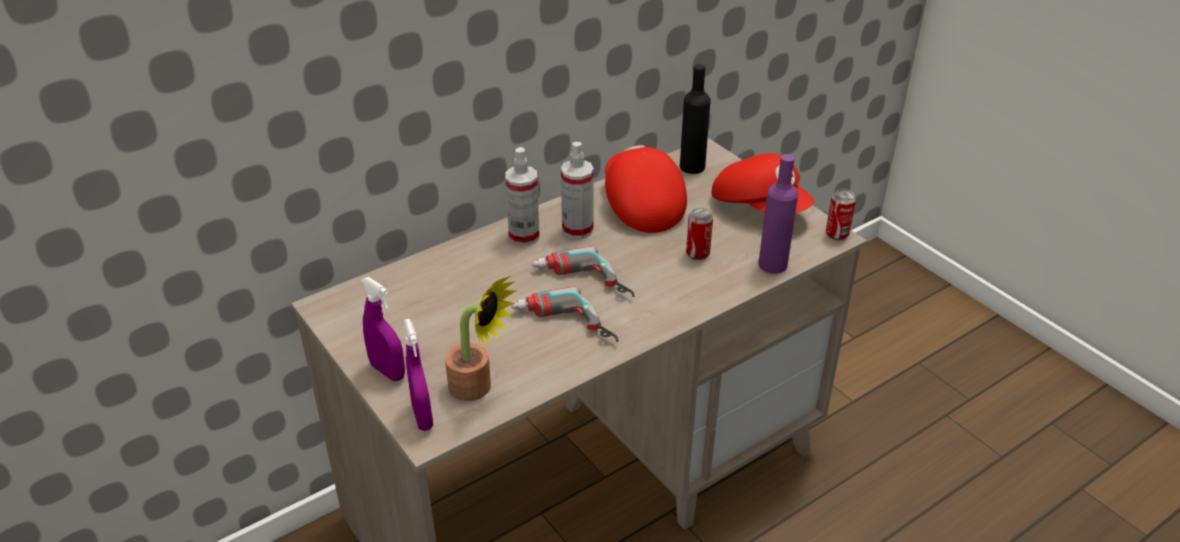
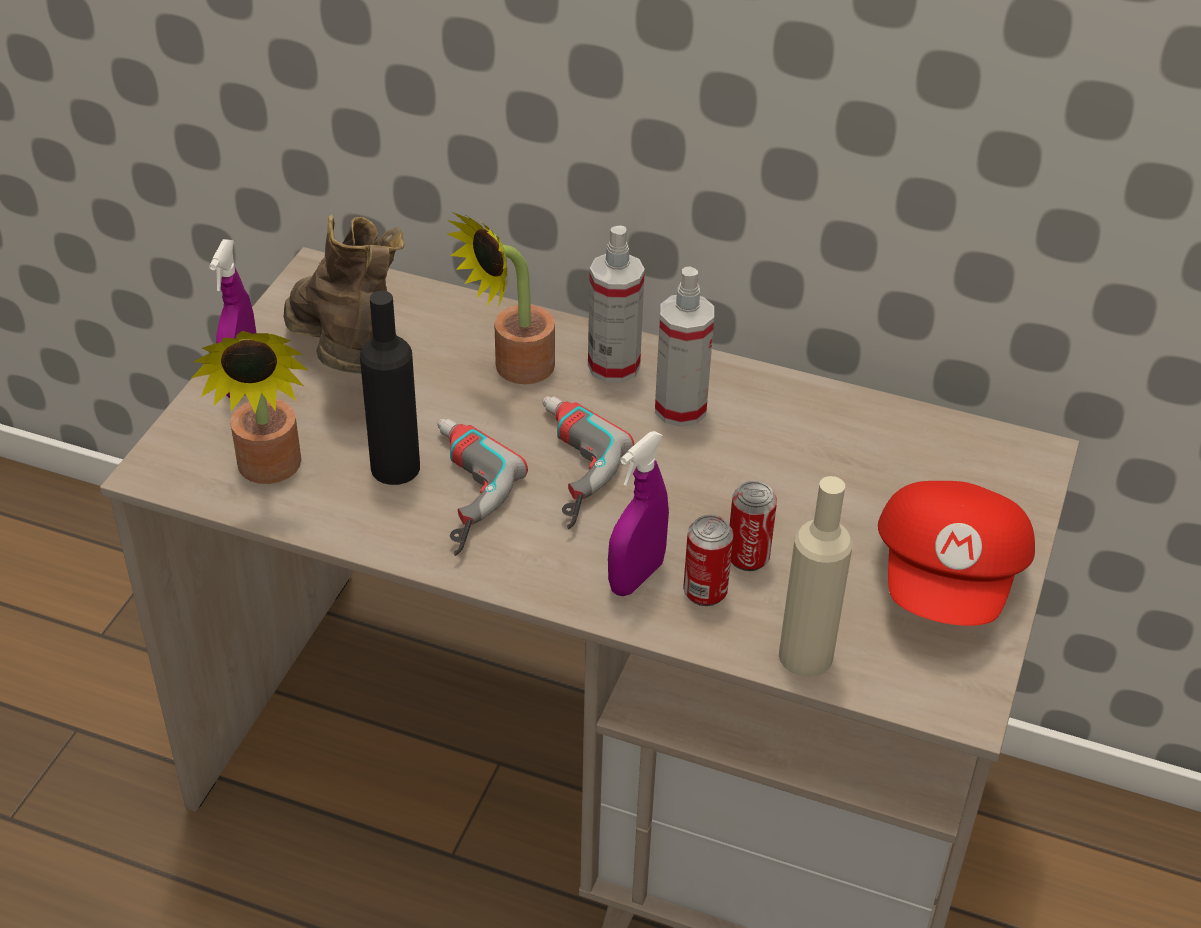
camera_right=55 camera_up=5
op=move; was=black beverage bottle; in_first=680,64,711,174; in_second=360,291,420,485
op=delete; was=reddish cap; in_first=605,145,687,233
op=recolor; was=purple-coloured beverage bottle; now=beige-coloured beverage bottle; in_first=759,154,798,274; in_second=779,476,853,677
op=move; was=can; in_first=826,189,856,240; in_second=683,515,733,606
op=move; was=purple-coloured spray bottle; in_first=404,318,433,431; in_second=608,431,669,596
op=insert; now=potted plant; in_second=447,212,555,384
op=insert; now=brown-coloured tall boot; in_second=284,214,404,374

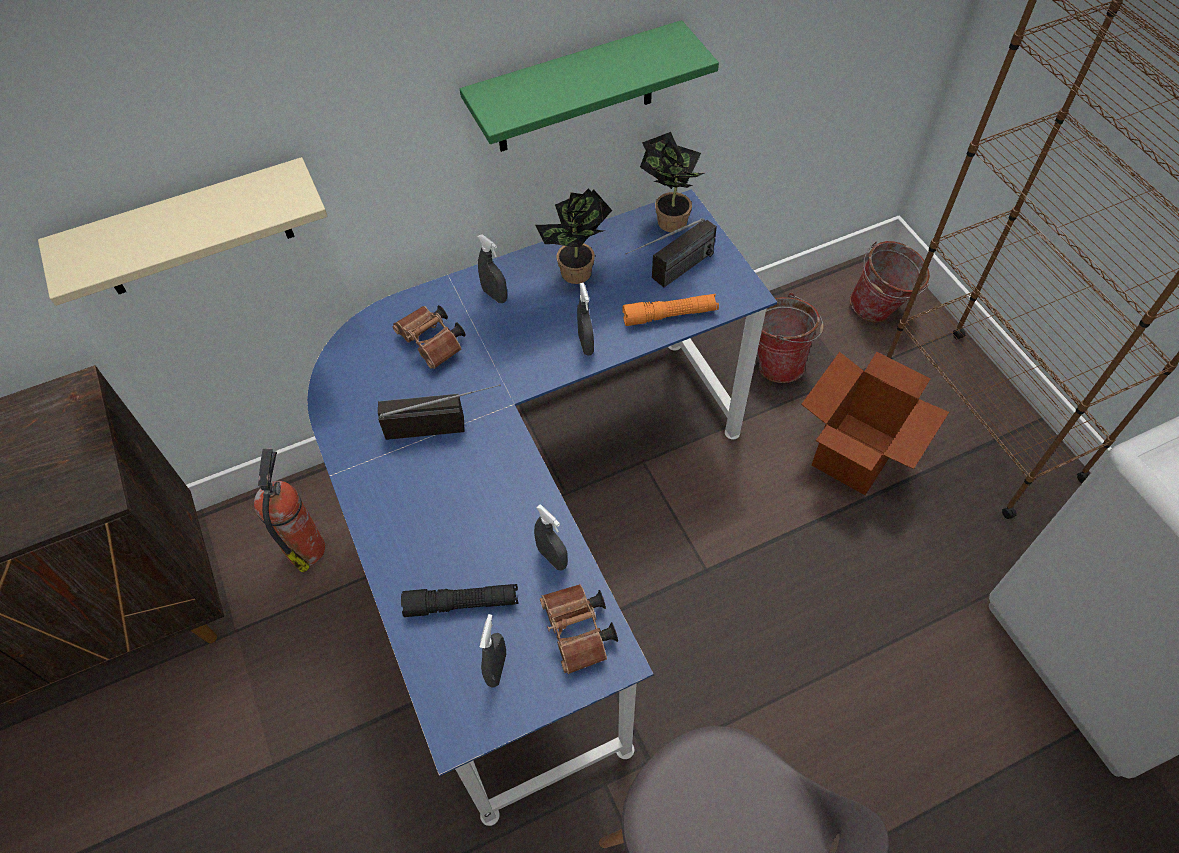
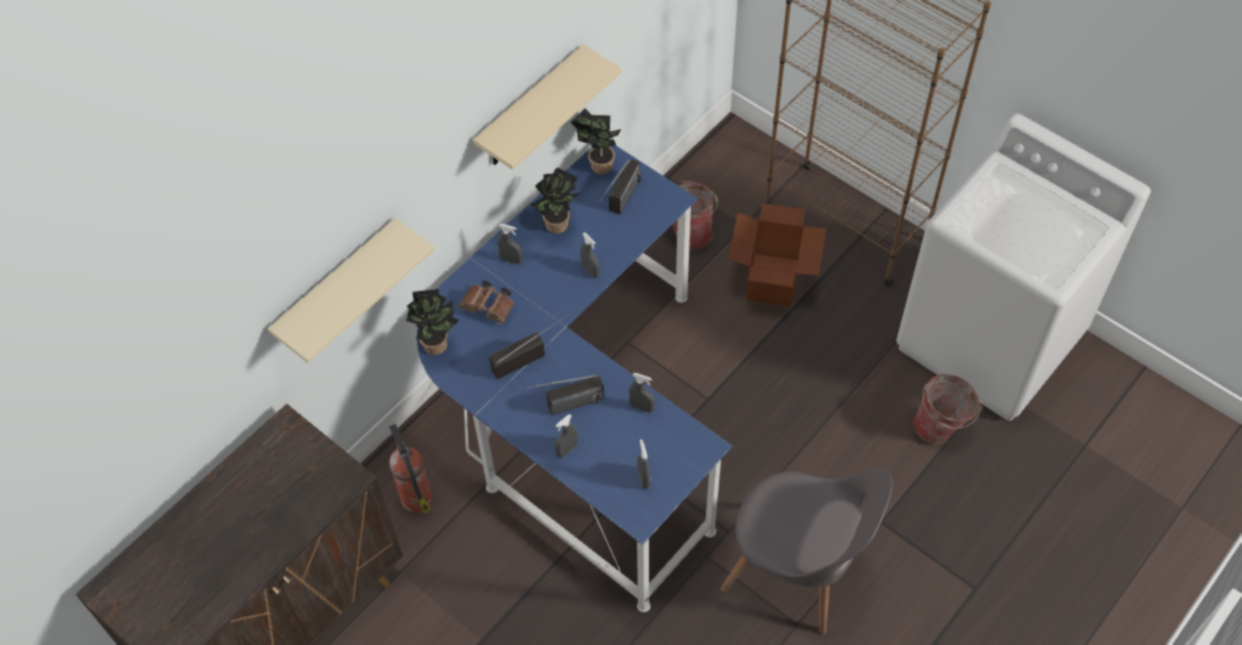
camera_right=-25 camera_up=0
op=recolor; was=green-coloured bracket shelf; now=beige-coloured bracket shelf; in_first=460,20,719,152; in_second=473,44,622,170
op=move; was=water bucket; in_first=850,241,930,323; in_second=913,374,982,444
op=delete; was=orangey torch; in_first=622,294,719,326
op=delete; was=black torch; in_first=401,584,519,617
op=delete; was=brown-coloured pair of binoculars; in_first=540,584,618,674
op=insert; now=potted plant; in_second=406,289,459,355
op=insert; now=radio set; in_second=516,374,604,416
op=insert; now=gray spray bottle; in_second=555,414,578,458

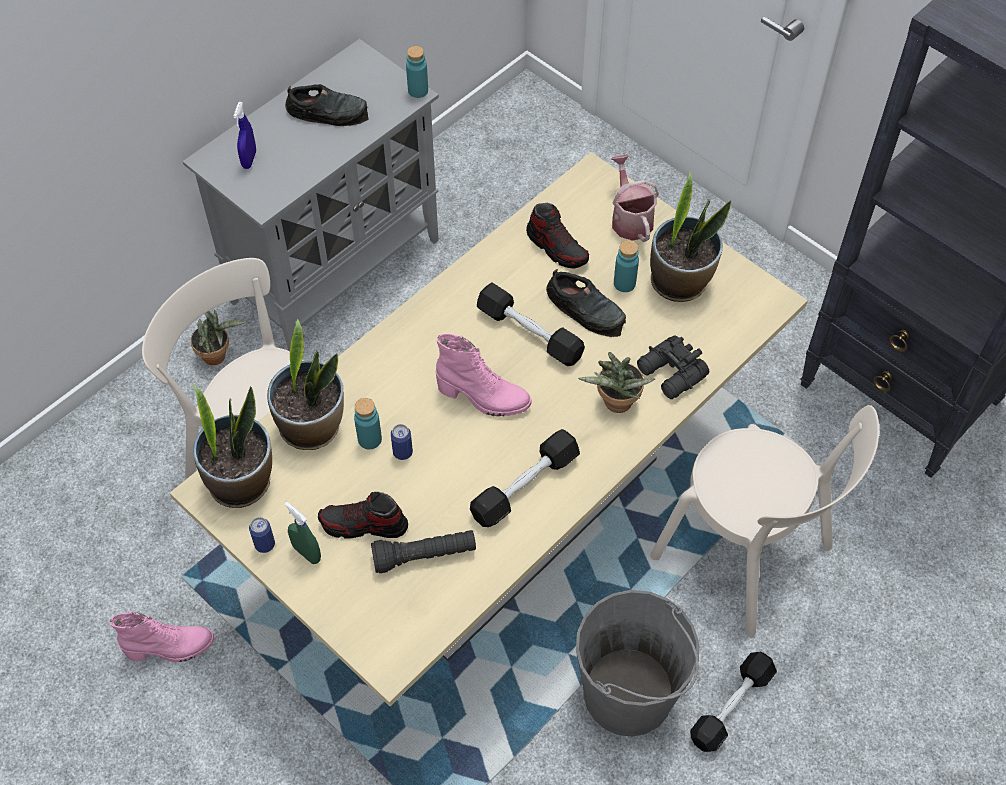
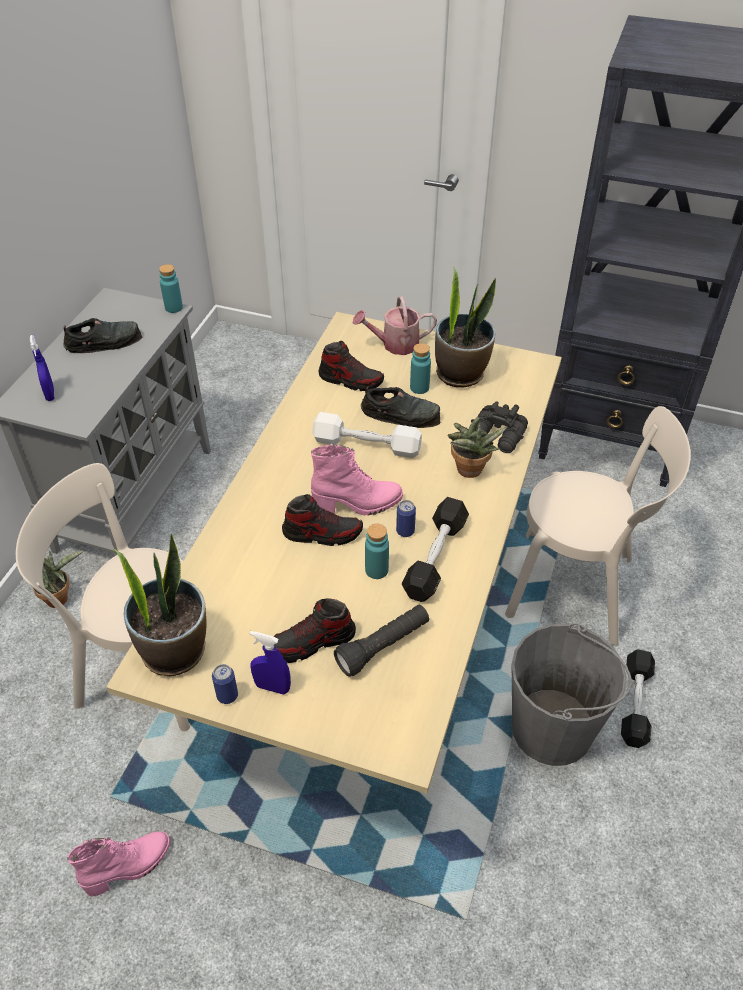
camera_right=-25 camera_up=-10
op=rotate; was=sprinkling can; in_first=611,154,659,242; in_second=353,296,437,355; clockwise=-60
op=recolor; was=black dumbbell; now=whitish dumbbell; in_first=477,283,585,366; in_second=312,412,422,458
op=delete; was=potted plant; in_first=267,319,344,450
op=move; was=turquoise beverage bottle; in_first=354,398,382,450; in_second=365,524,389,579
op=move; was=can; in_first=391,424,413,460; in_second=396,500,416,537
op=recolor; was=green-coloured spray bottle; now=blue-coloured spray bottle; in_first=284,502,321,564; in_second=249,631,291,695
op=insert; now=item of footwear; in_second=282,494,363,546

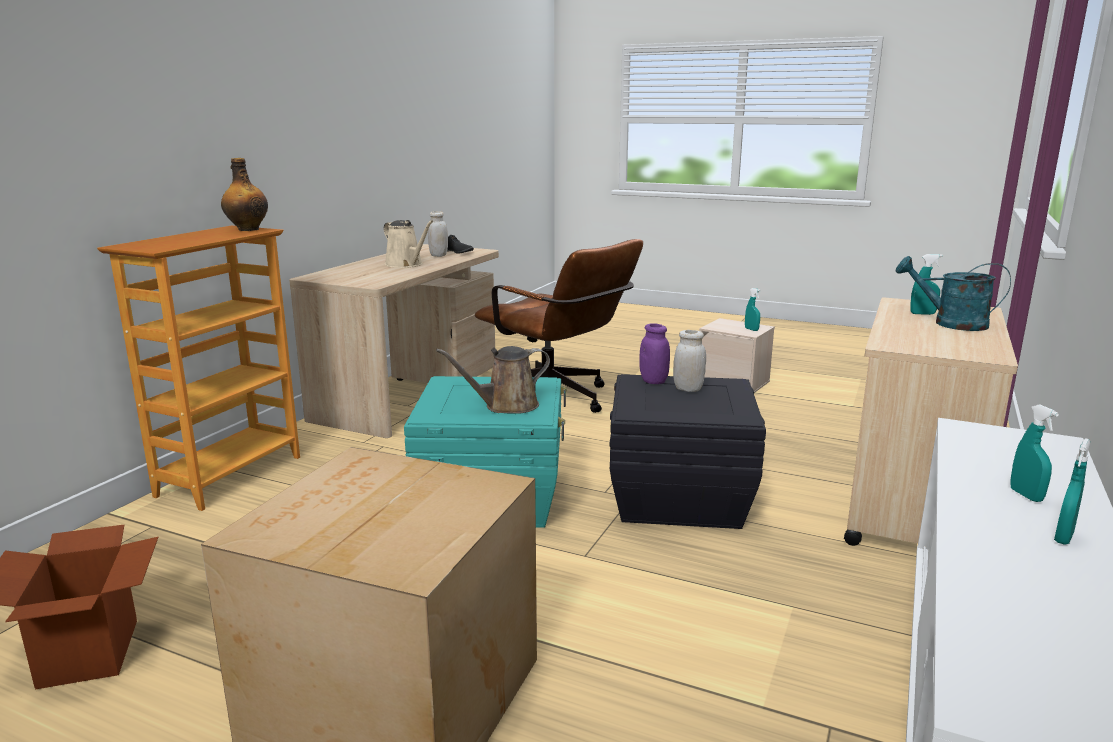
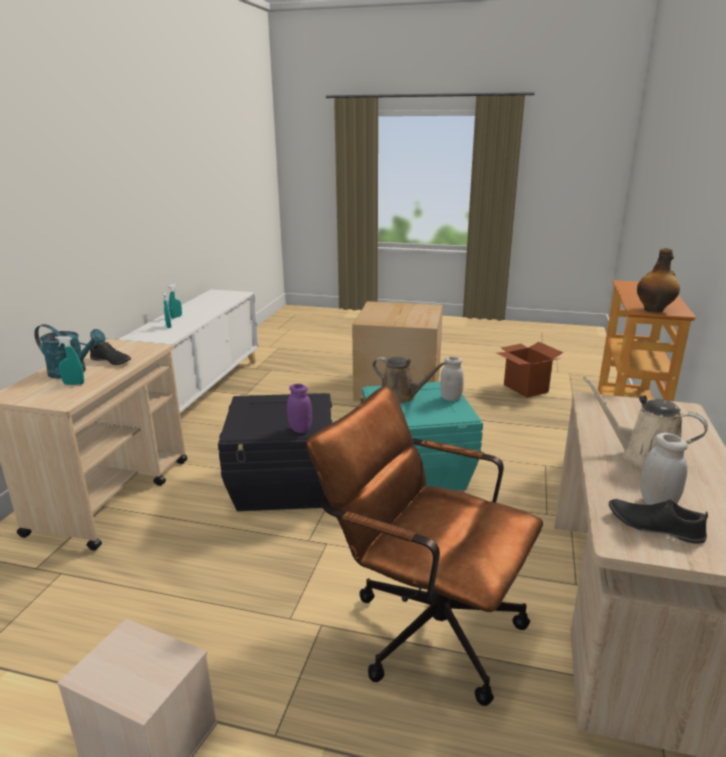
camera_right=170 camera_up=5
op=delete; was=turquoise spray bottle; in_first=745,288,761,331
op=move; was=whitish preserve jar; in_first=673,330,706,392; in_second=440,356,464,401
op=rotate; was=brown-coloured sprinkling can; in_first=436,346,550,414; in_second=373,357,447,403; clockwise=60
op=insert; now=black item of footwear; in_second=90,342,131,365

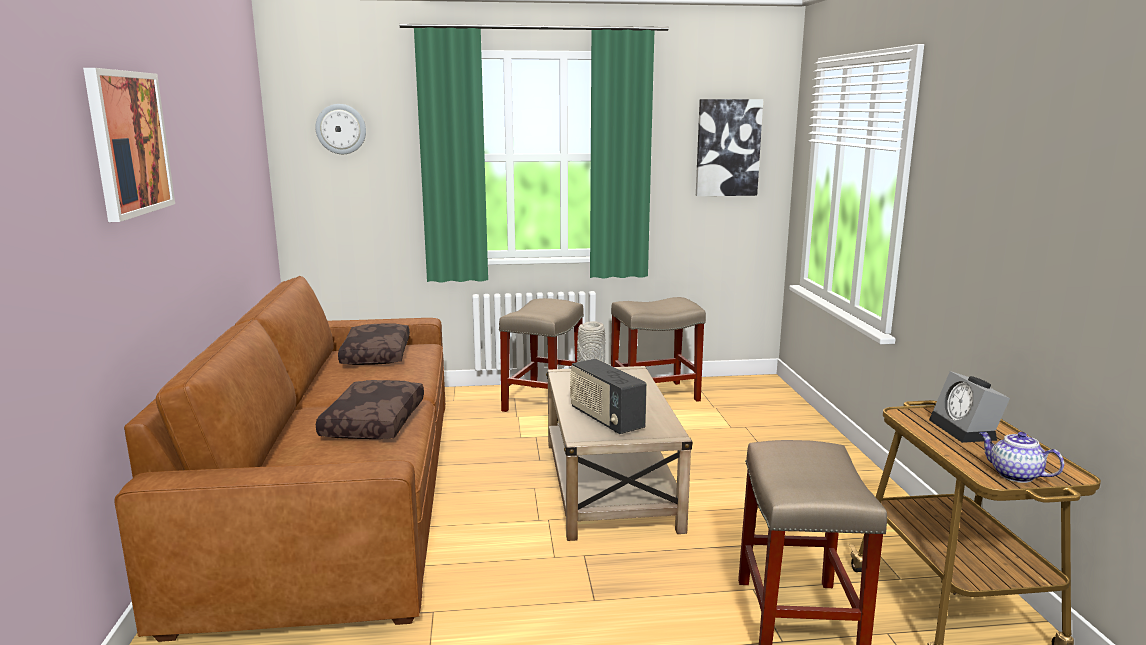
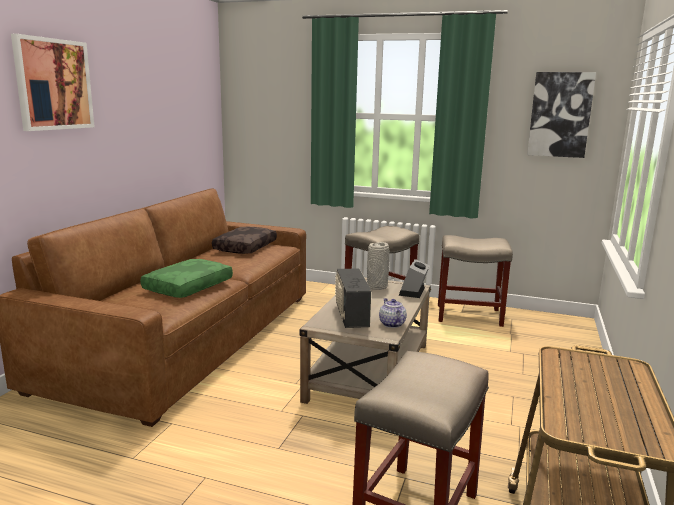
camera_right=25 camera_up=0
op=delete; was=wall clock; in_first=315,104,366,154
op=move; was=alarm clock; in_first=929,371,1010,443; in_second=399,259,430,298
op=recolor; was=brown-coloured throw pillow; now=green-coloured throw pillow; in_first=316,380,424,439; in_second=140,259,233,298
op=move; was=tea pot; in_first=979,432,1064,483; in_second=379,298,407,328

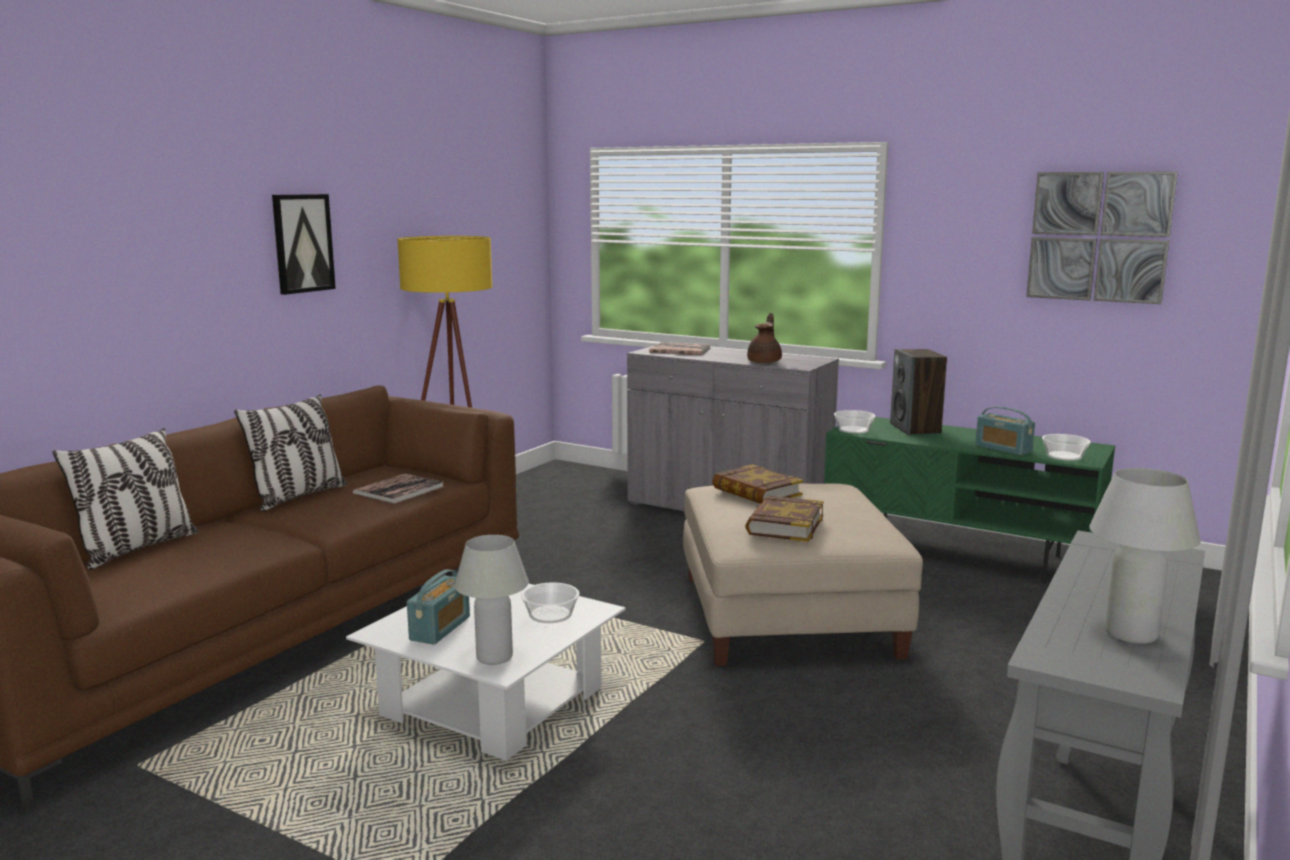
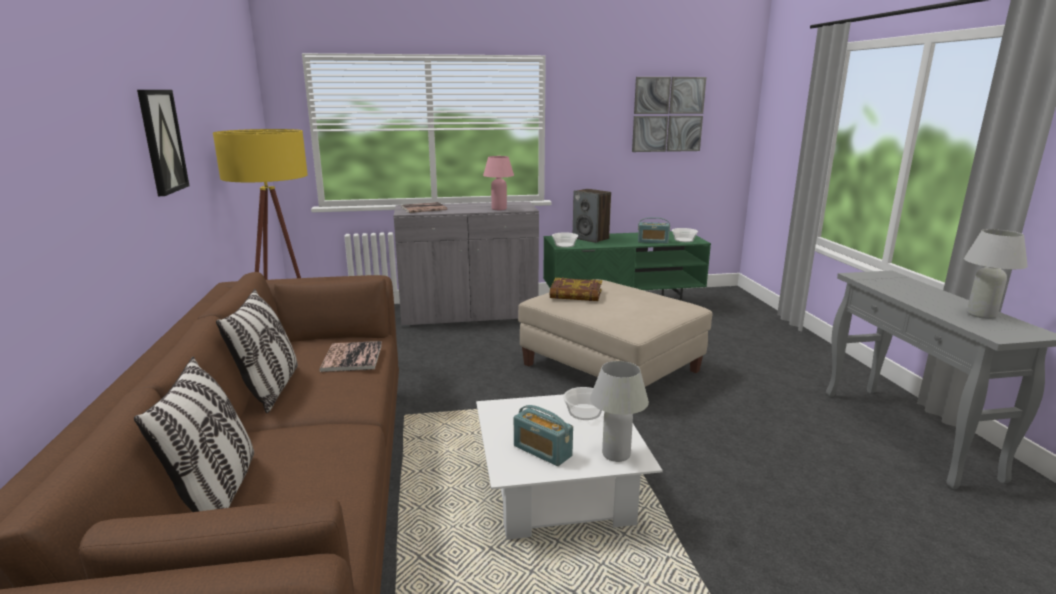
camera_right=-40 camera_up=5
op=replace; was=brown-coloured tea pot; now=pinkish table lamp; in_first=747,313,782,363; in_second=483,156,514,210
op=delete; was=bound book; in_first=745,496,824,542
op=rotate; was=radio set; in_first=407,570,470,645; in_second=514,405,573,466; clockwise=150

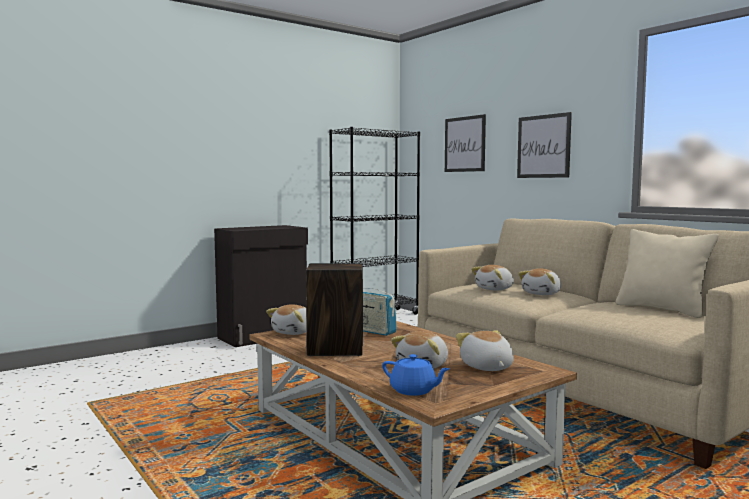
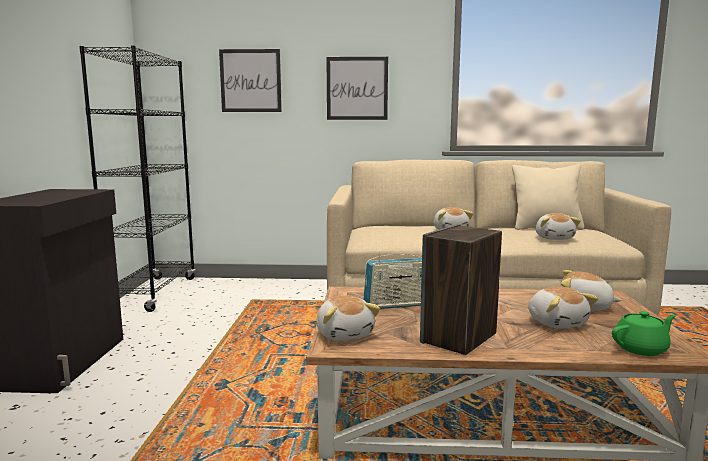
camera_right=-50 camera_up=5
op=move; was=plush toy; in_first=471,265,514,291; in_second=536,213,581,240
op=recolor; was=blue-coloured tea pot; now=green-coloured tea pot; in_first=382,354,450,396; in_second=612,311,676,356

